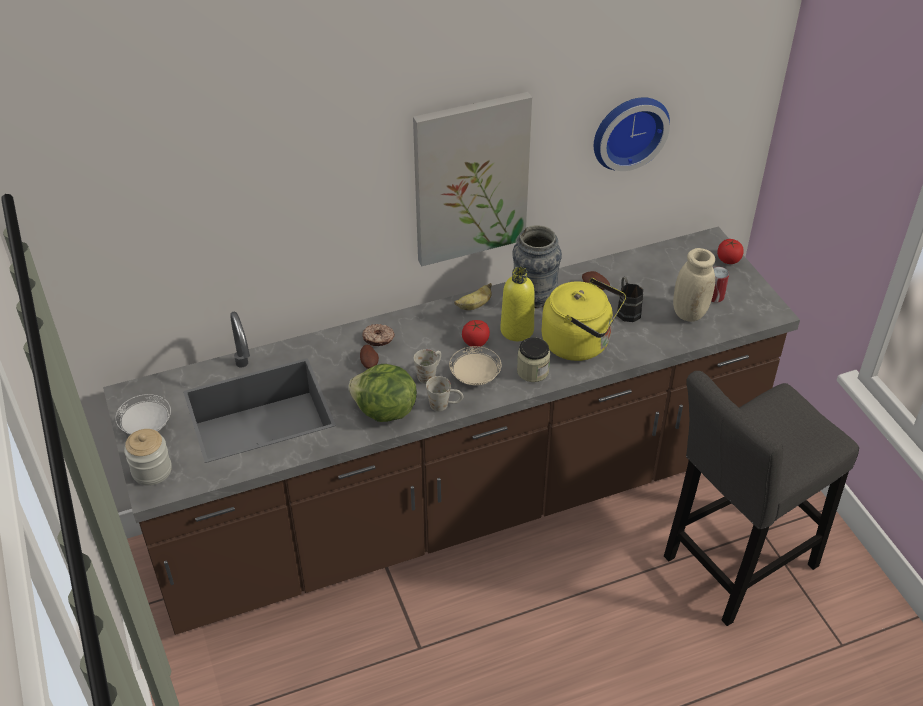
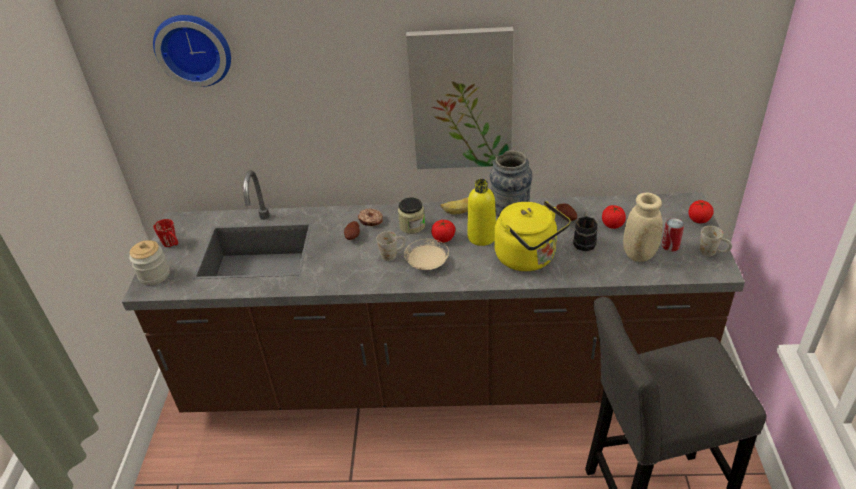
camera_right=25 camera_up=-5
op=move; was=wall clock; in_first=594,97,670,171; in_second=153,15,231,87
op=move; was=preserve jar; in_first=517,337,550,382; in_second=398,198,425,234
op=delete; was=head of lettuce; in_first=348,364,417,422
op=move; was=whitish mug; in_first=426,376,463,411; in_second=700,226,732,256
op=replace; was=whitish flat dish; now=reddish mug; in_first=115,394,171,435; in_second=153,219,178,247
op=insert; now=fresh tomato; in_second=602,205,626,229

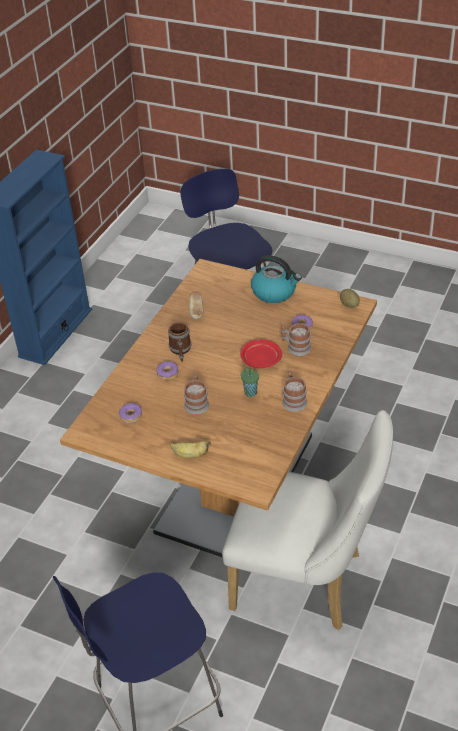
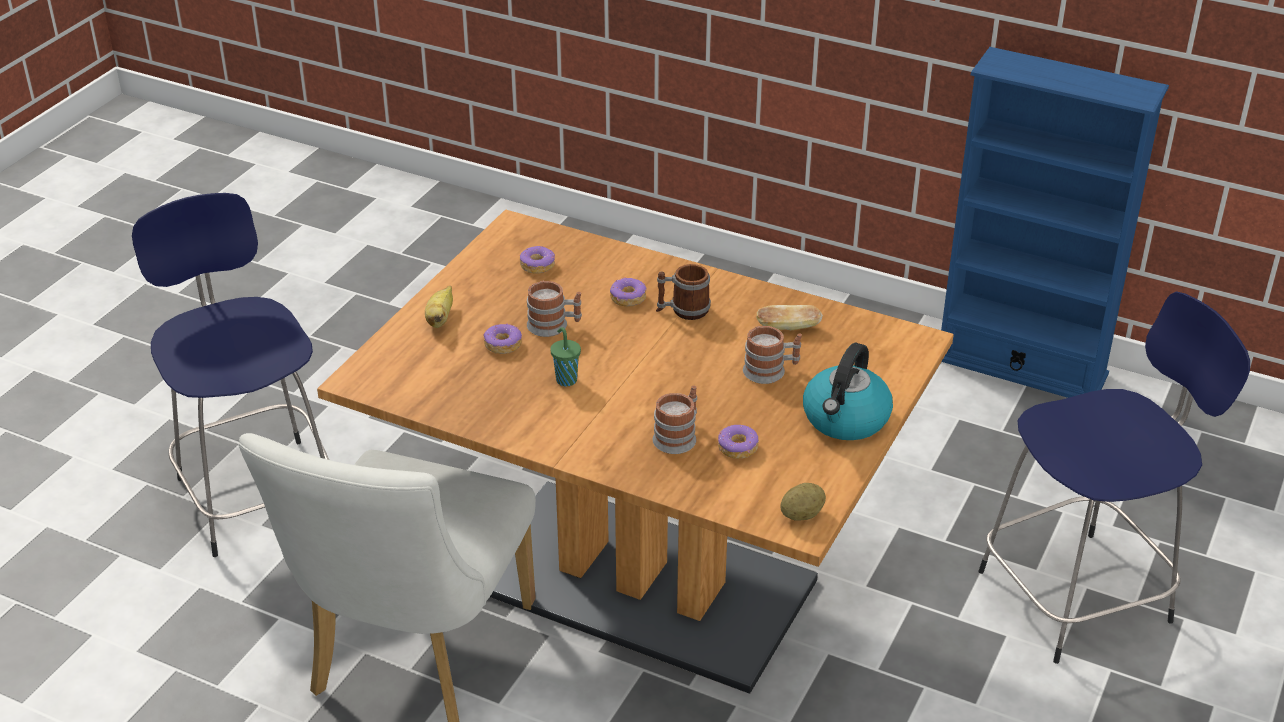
camera_right=90 camera_up=-5
op=delete; was=reddish flat dish; in_first=240,340,282,368
op=move; was=mug; in_first=282,371,307,412; in_second=743,326,802,384
op=insert; now=donut; in_second=483,323,522,354

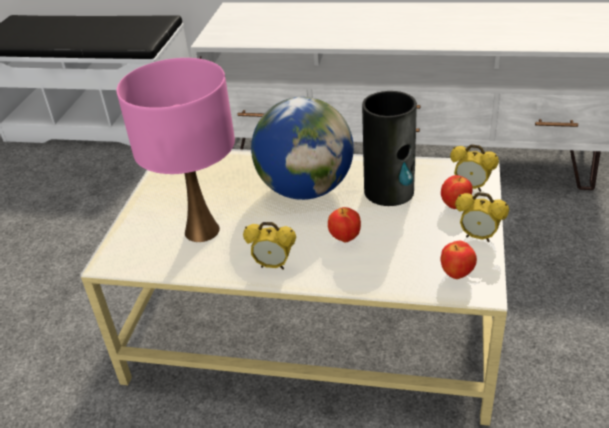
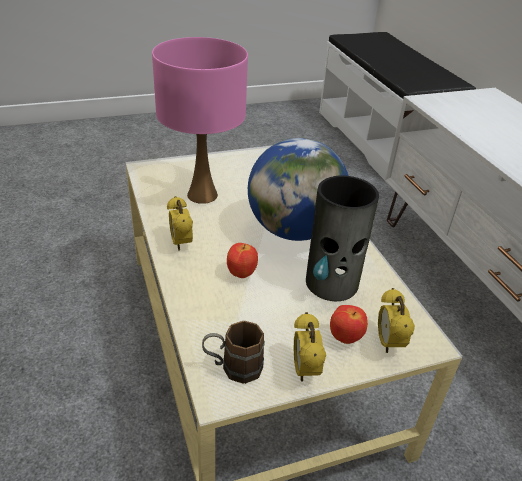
camera_right=55 camera_up=0
op=replace; was=whole apple; now=brown-coloured mug; in_first=440,241,477,279; in_second=202,321,265,384

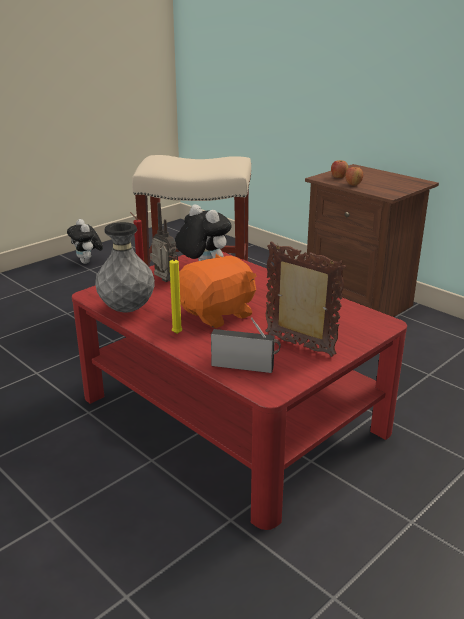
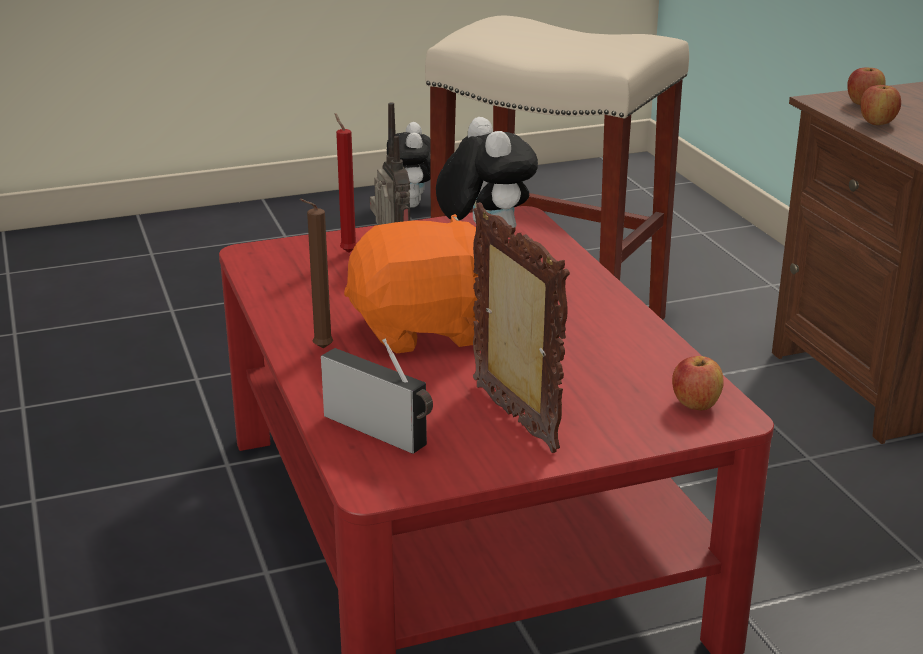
camera_right=25 camera_up=0
op=delete; was=gray vase; in_first=95,222,155,313
op=recolor; was=yellow wax light; now=brown-coloured wax light; in_first=169,256,183,334; in_second=299,199,333,349
op=insert; now=whole apple; in_second=672,356,724,410

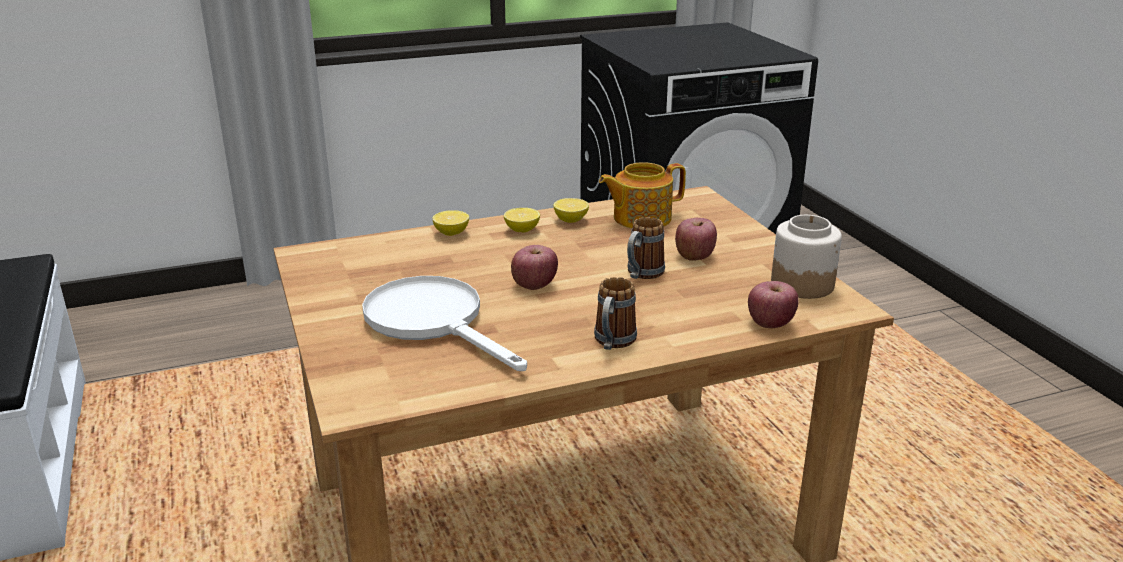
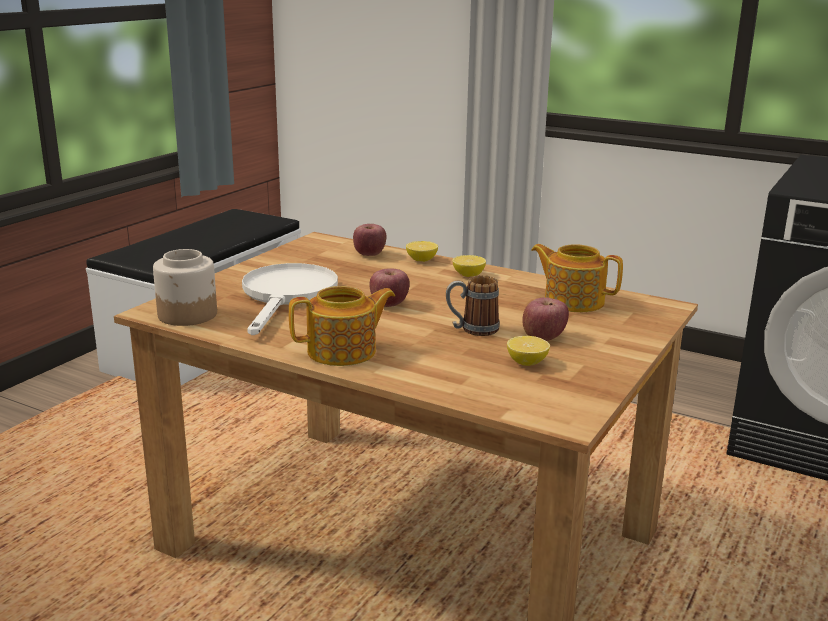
camera_right=50 camera_up=-5
op=move; was=lemon; in_first=553,198,589,223; in_second=507,336,550,366
op=move; was=preserve jar; in_first=771,215,842,299; in_second=153,249,217,326
op=replace; was=mug; now=tea pot; in_first=594,277,637,350; in_second=289,286,395,366
op=move; was=whole apple; in_first=748,281,799,328; in_second=353,224,387,256

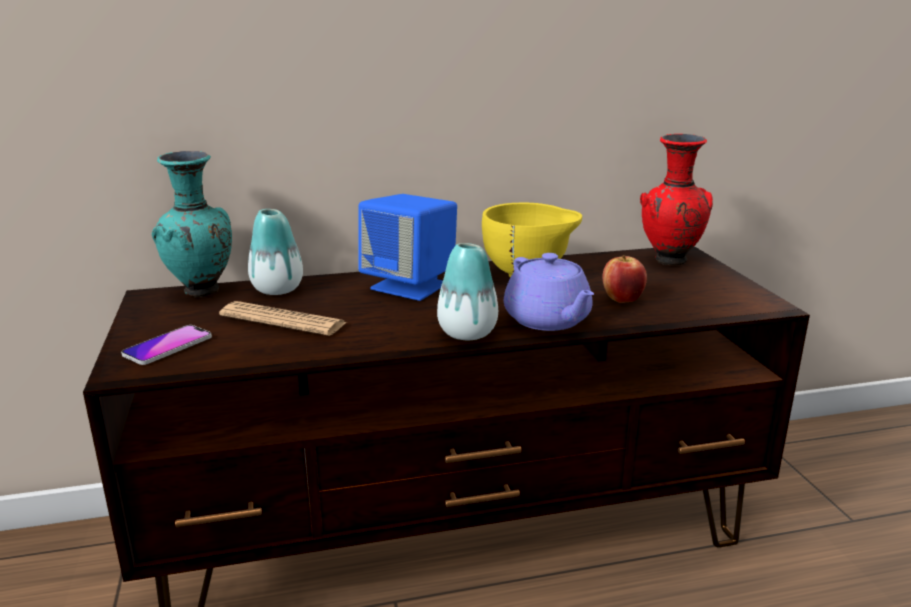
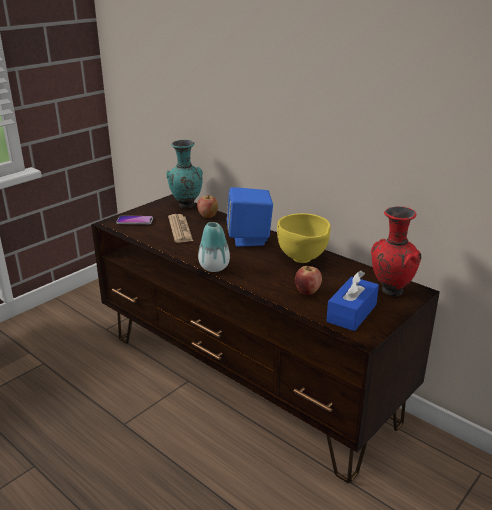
camera_right=55 camera_up=5
op=replace; was=vase; now=whole apple; in_first=248,209,303,295; in_second=197,195,218,218
op=delete; was=purple-coloured tea pot; in_first=504,253,594,331
op=insert; now=blue-coloured box of tissues; in_second=327,271,379,331

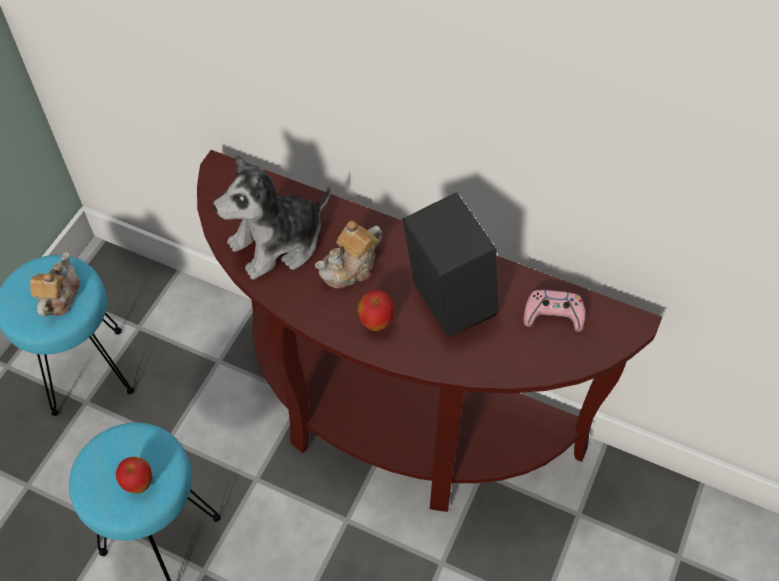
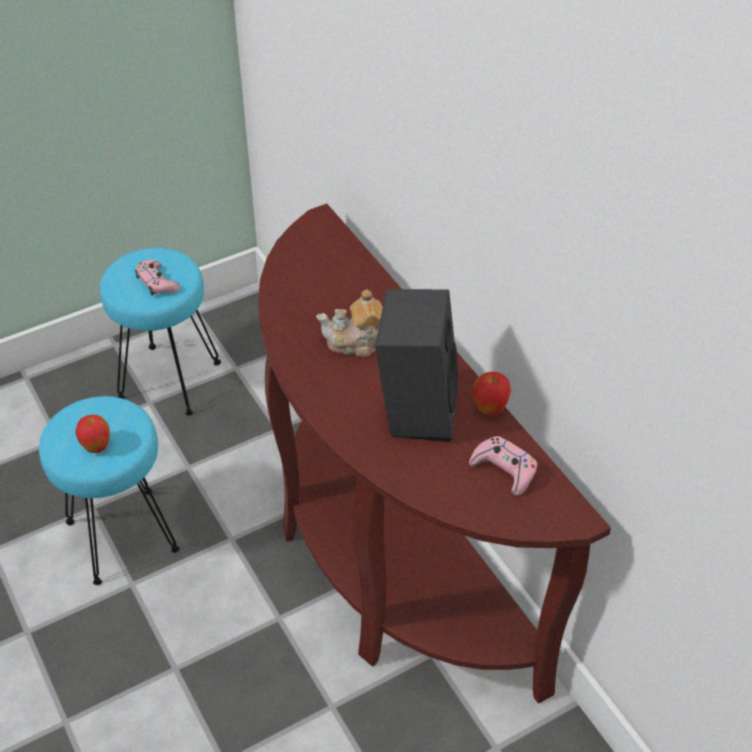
camera_right=35 camera_up=-10
op=delete; was=plush toy; in_first=213,153,331,280
op=replace; was=tea pot; now=pinkish gamepad; in_first=30,252,80,316; in_second=135,260,180,296
op=move; was=whole apple; in_first=358,290,394,331; in_second=472,372,511,415

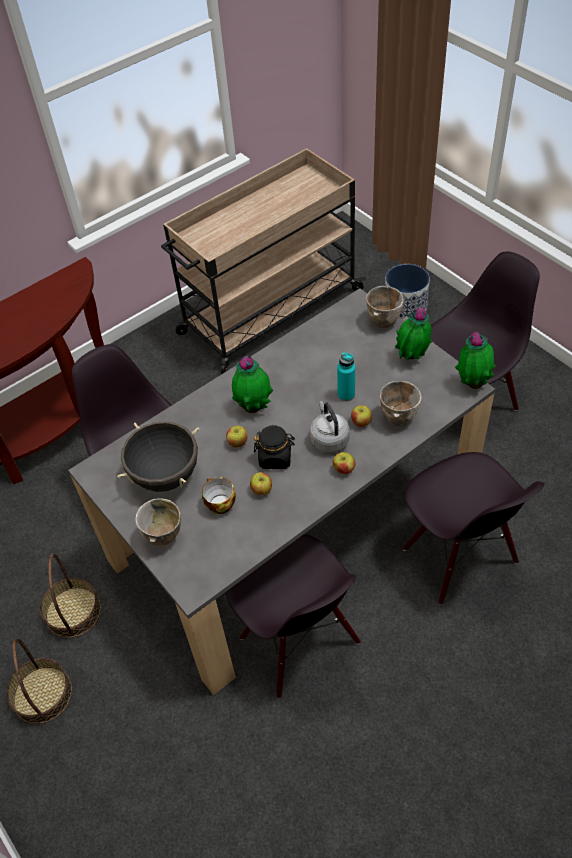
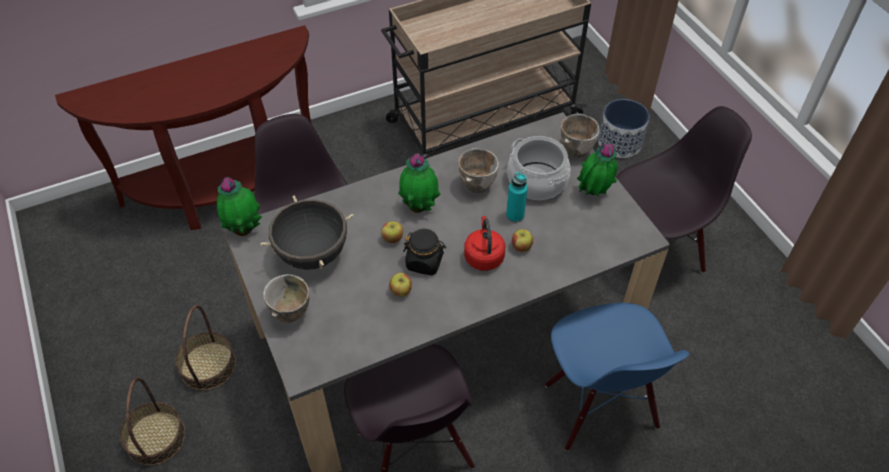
camera_right=10 camera_up=0
op=move; was=potted plant; in_first=455,332,496,389; in_second=217,177,262,236
op=move; was=bowl; in_first=380,381,422,426; in_second=459,148,499,193
op=recolor; was=gray water kettle; now=reddish water kettle; in_first=310,401,350,453; in_second=464,216,505,271
op=delete; was=whole apple; in_first=332,452,355,474
op=recolor; was=black upright chair; now=blue-coloured upright chair; in_first=403,452,544,605; in_second=545,303,690,451
op=delete; was=cup; in_first=202,477,236,514
op=insert; now=saucepot; in_second=507,136,571,200

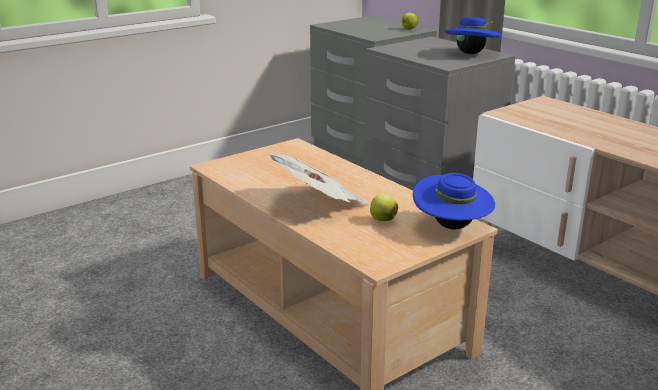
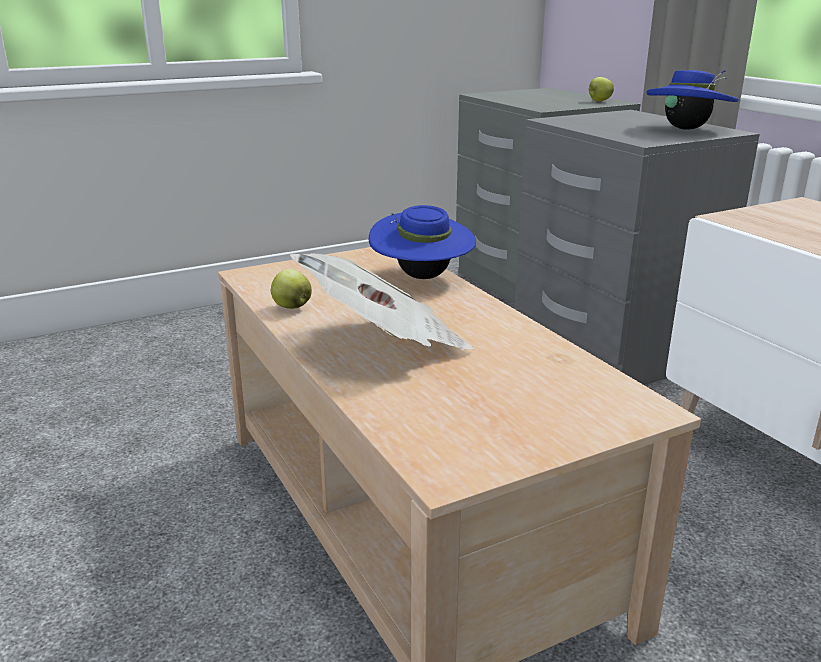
camera_right=10 camera_up=0
op=move; was=blue-coloured clothing hat; in_first=413,173,495,229; in_second=369,205,476,279
op=move; was=whole apple; in_first=370,194,398,221; in_second=271,269,312,309

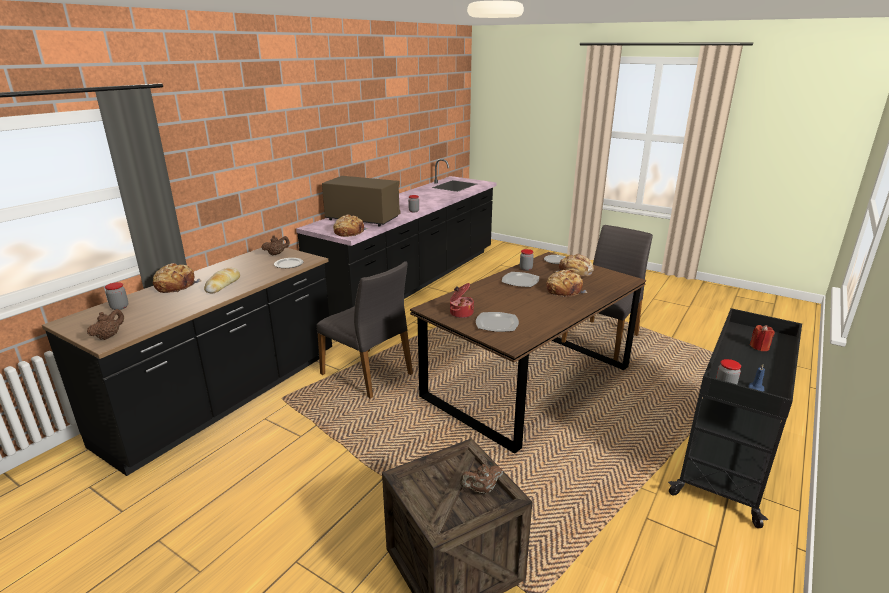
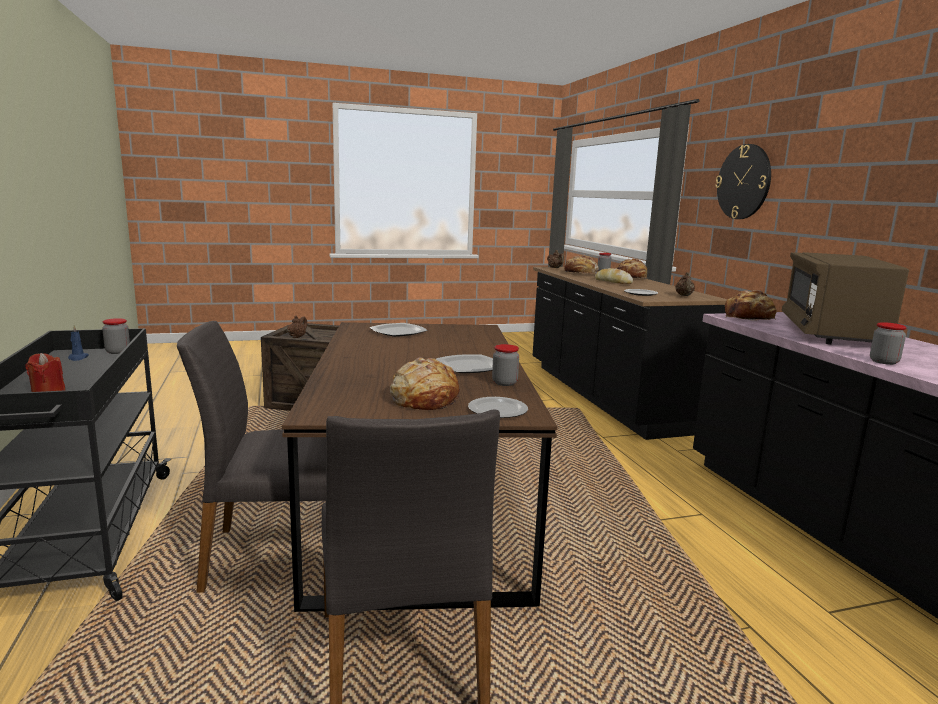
camera_right=130 camera_up=-10
op=rotate; was=brown-coloured microwave; in_first=322,176,401,226; in_second=781,252,909,345; clockwise=135
op=move; was=gray upright chair; in_first=317,261,413,399; in_second=177,321,326,593
op=move; was=baked bread; in_first=546,270,588,298; in_second=563,255,599,274
op=delete; was=saucepot; in_first=450,283,474,318
op=insert; now=wall clock; in_second=715,144,771,219

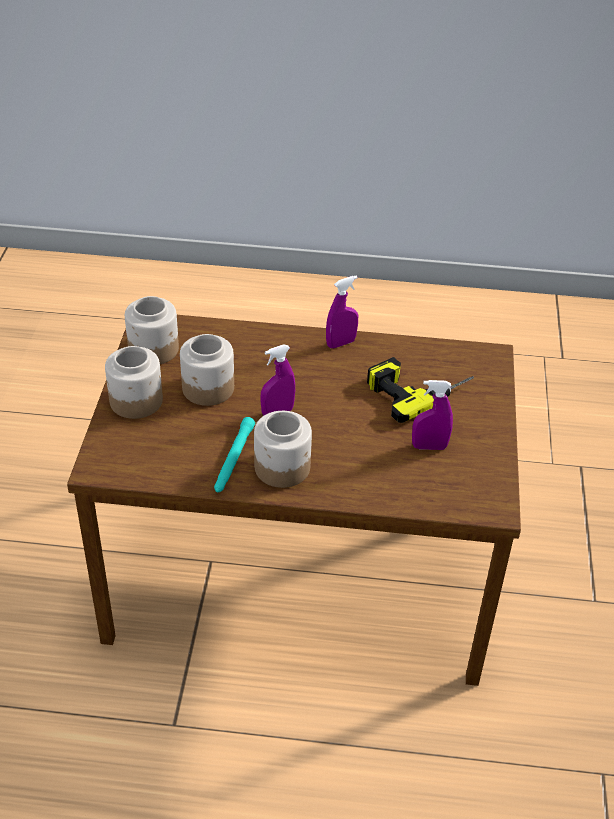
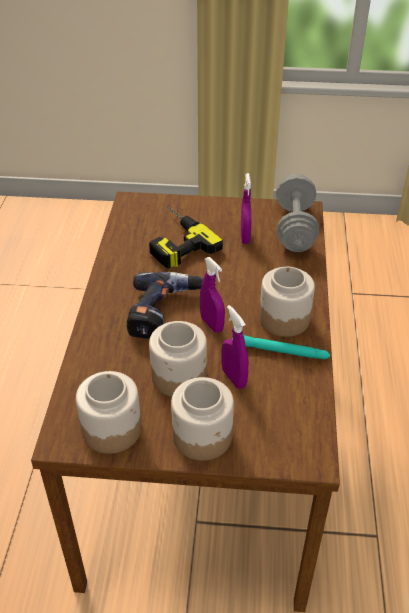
camera_right=-90 camera_up=0
op=move; was=purple-coloured spray bottle; in_first=326,275,358,348; in_second=222,305,249,389
op=insert; now=gray dumbbell; in_second=276,174,319,252
op=insert; now=power drill; in_second=127,272,203,339

